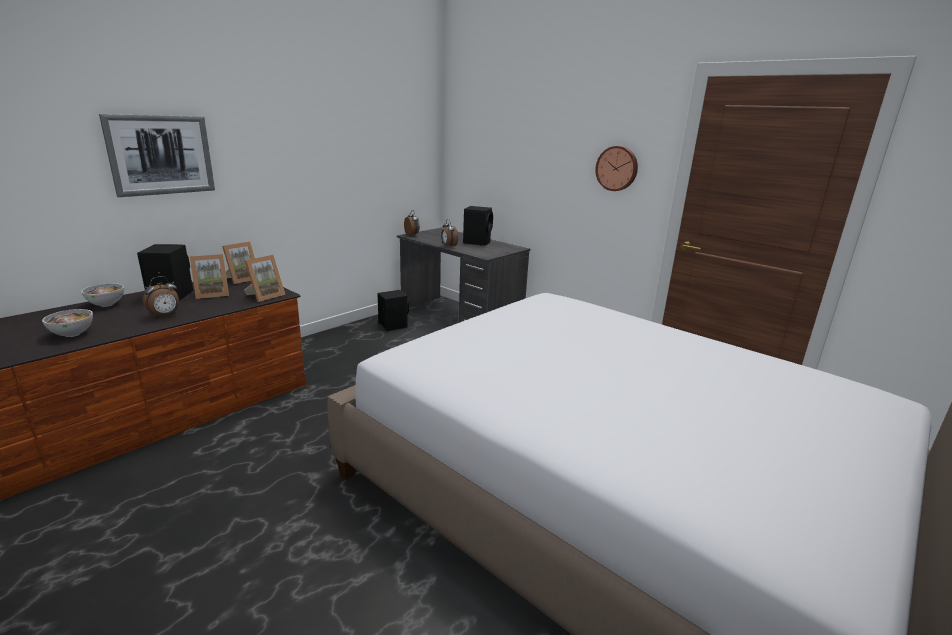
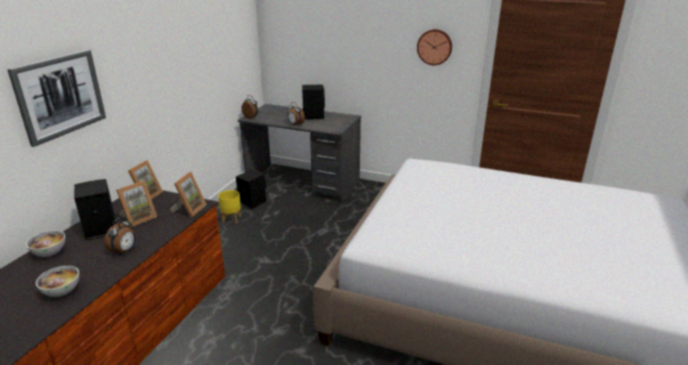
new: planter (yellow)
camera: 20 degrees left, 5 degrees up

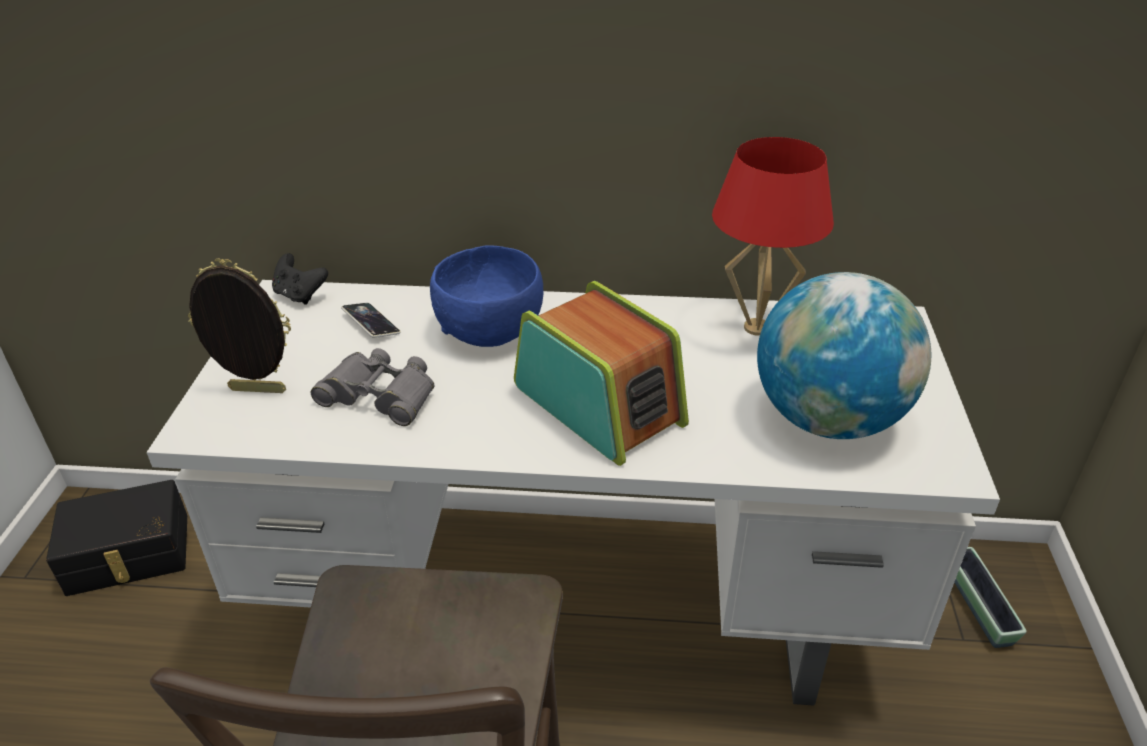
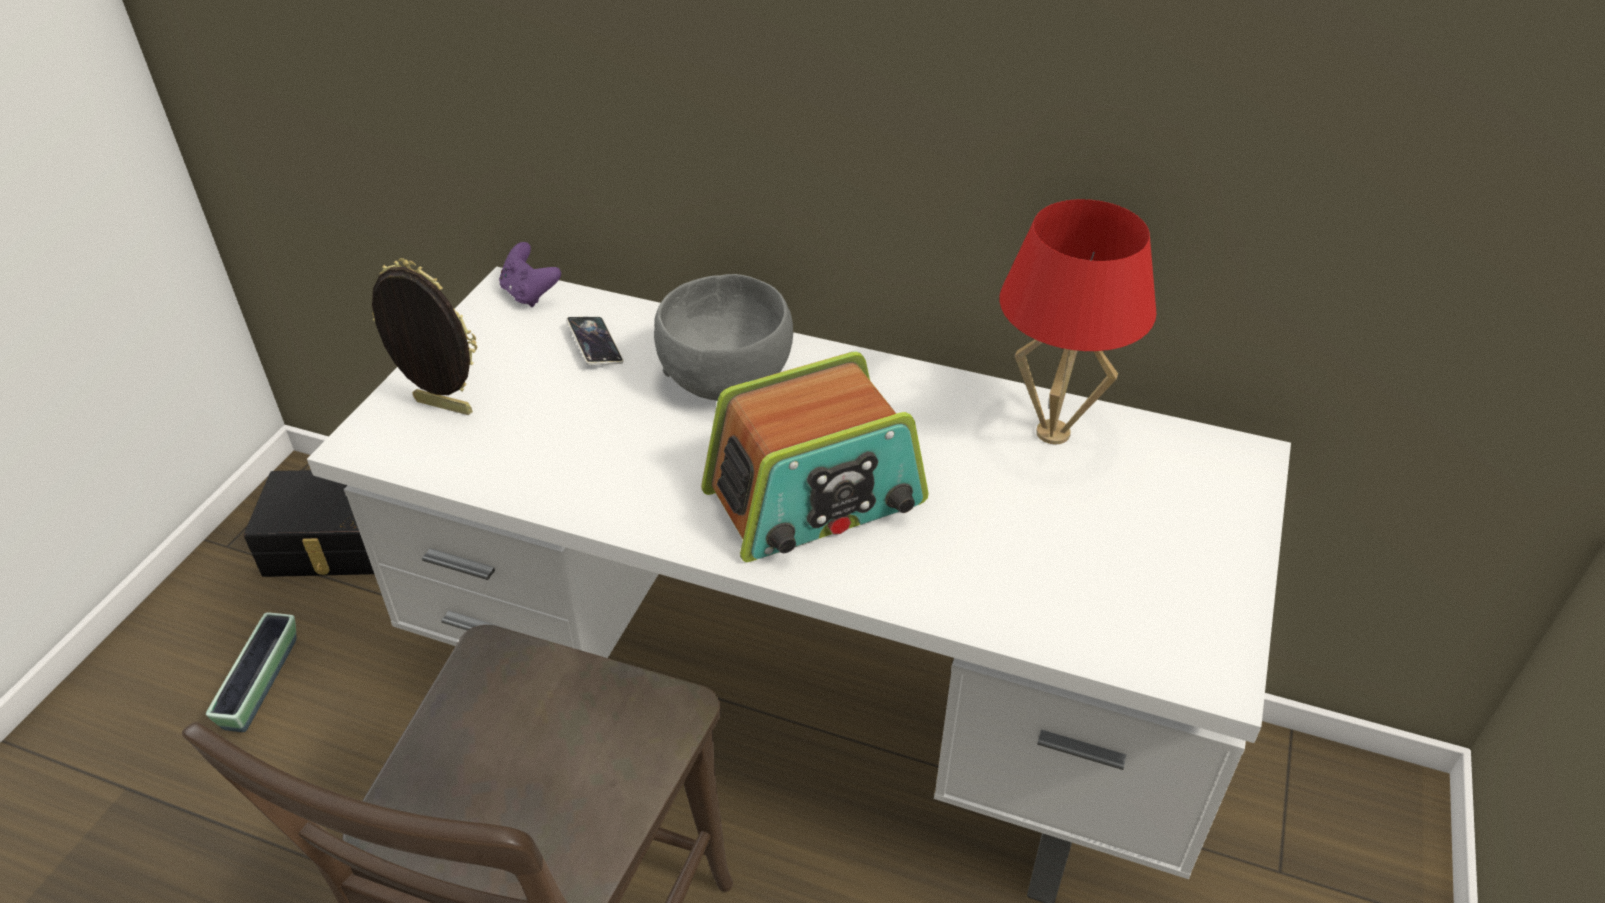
gone: binoculars (grey); globe
shifted: planter
repainted: game controller (black) to game controller (purple); bowl (blue) to bowl (grey)
rotated: radio 90 degrees clockwise
camera: 15 degrees right, 5 degrees up

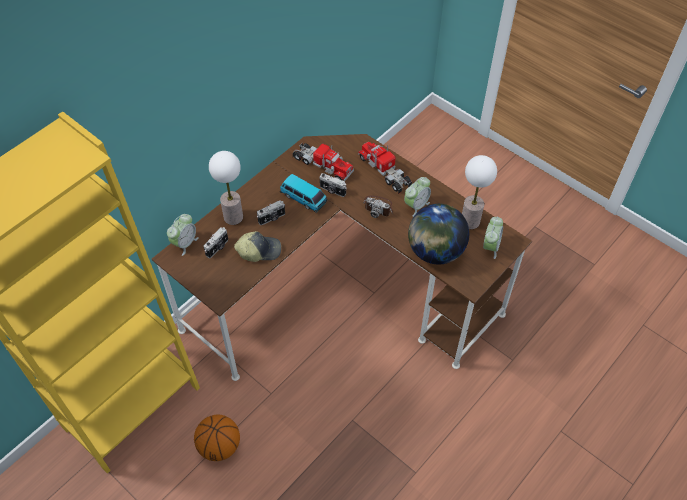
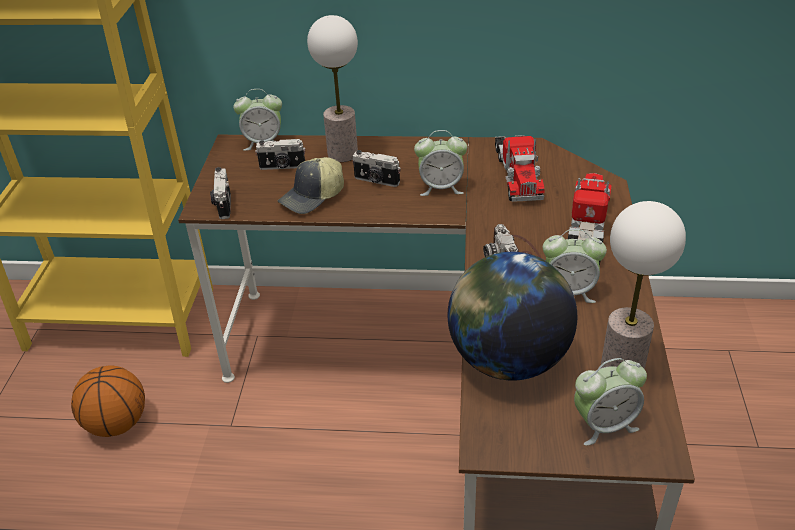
shifted: photo camera (no. 3 from left in the first image) to photo camera (no. 1 from left)
swapped: toy car to alarm clock (no. 2 from left)
rotated: cap 90 degrees clockwise
camera: 55 degrees right, 15 degrees down

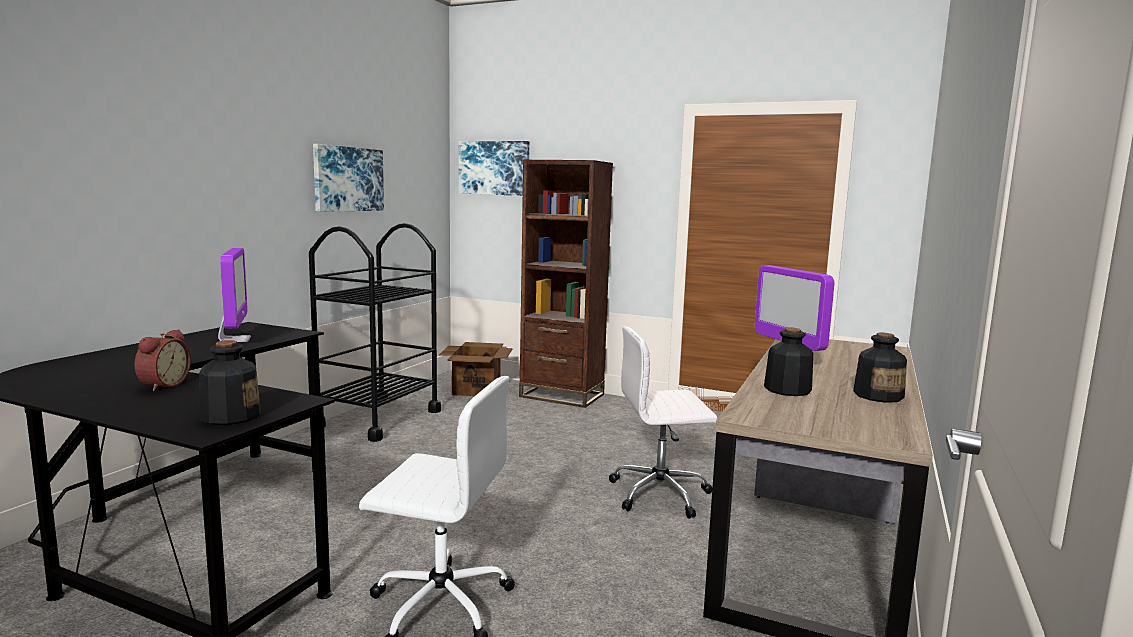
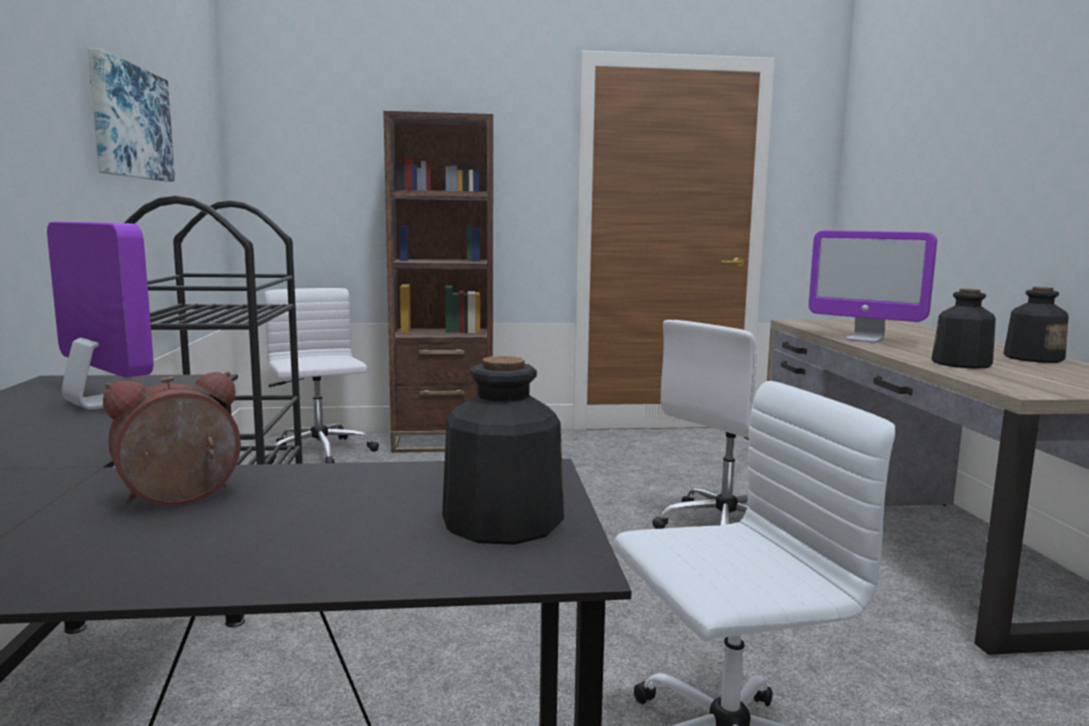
gone: picture (no. 2 from left)
swapped: cardboard box to office chair (white) (no. 1 from left)
rotated: alarm clock 105 degrees counterclockwise
camera: 30 degrees left, 0 degrees up

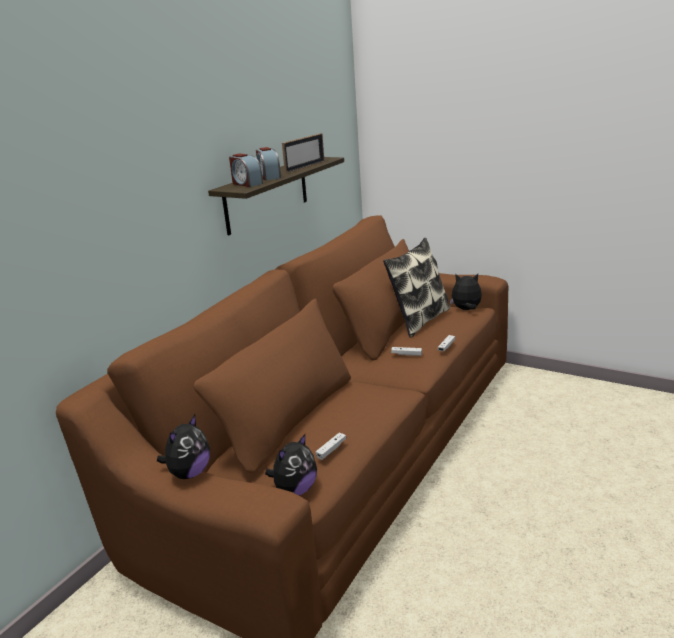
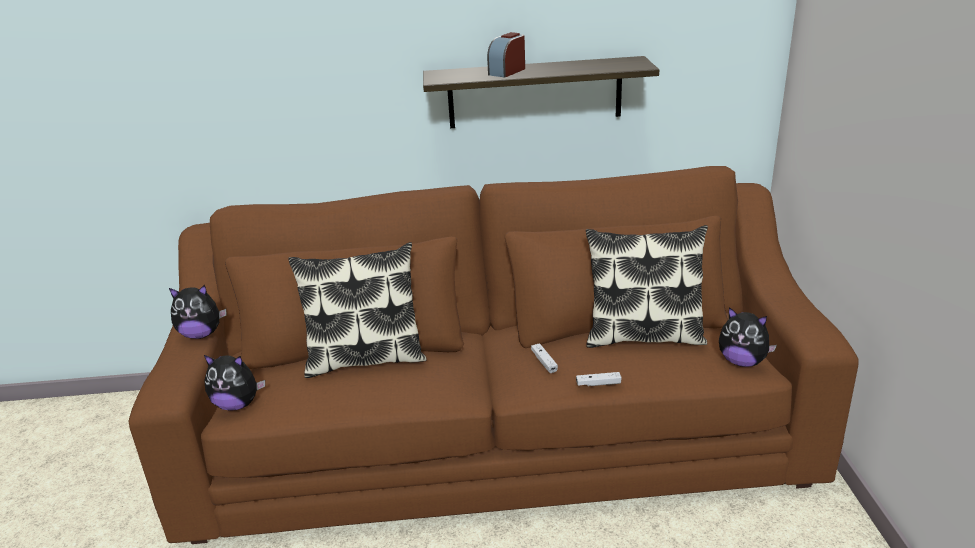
gone: alarm clock (no. 1 from left); picture frame; game controller (white) (no. 1 from left)
new: pillow (no. 1 from left)
rotated: plush toy (no. 3 from left) 150 degrees clockwise
camera: 55 degrees right, 5 degrees up

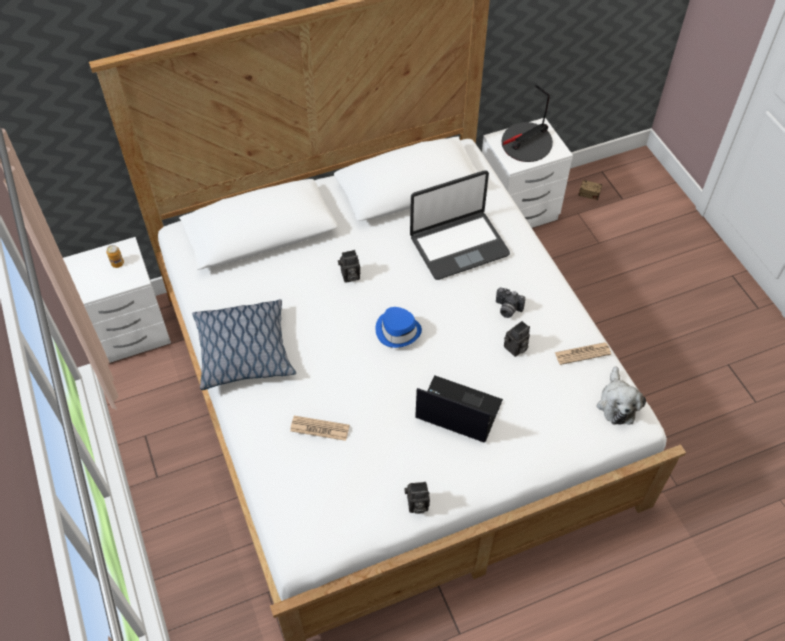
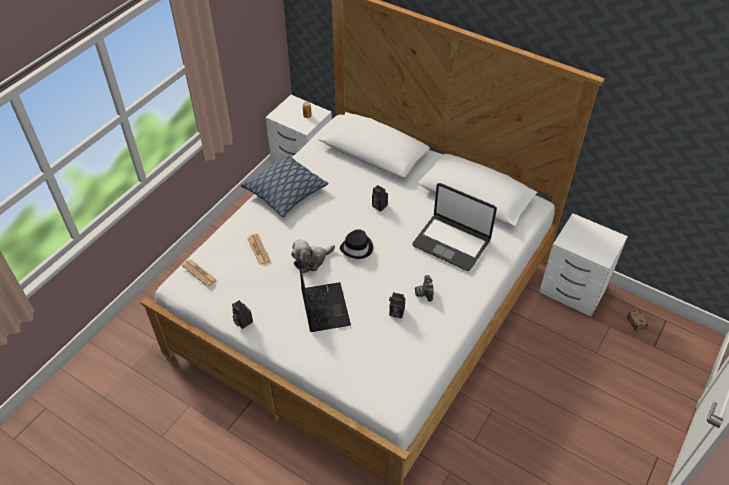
gone: table lamp
shifted: newspaper (no. 2 from left in the first image) to newspaper (no. 1 from left); plush toy
repainted: hat (blue) to hat (black)
camera: 55 degrees right, 5 degrees down

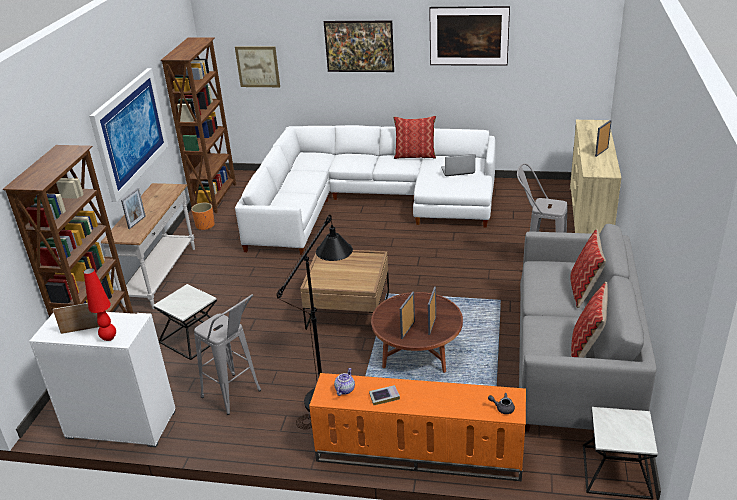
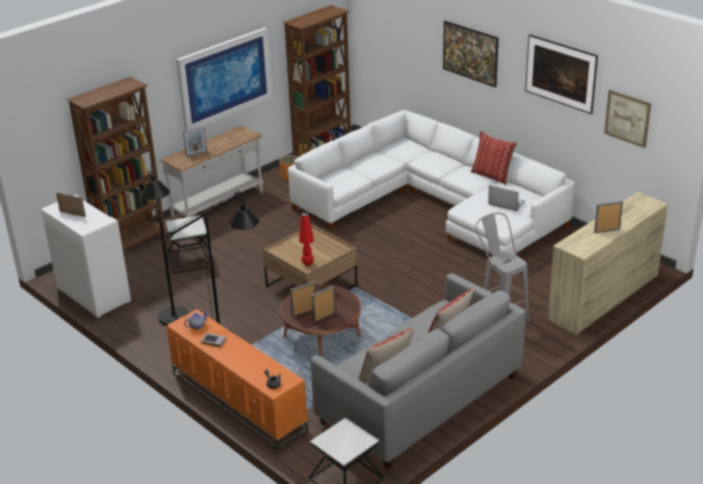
shifted: table lamp (red); picture (no. 2 from left in the first image) to picture (no. 4 from left)
swapped: stool (grey) (no. 1 from left) to floor lamp (black) (no. 1 from left)
camera: 35 degrees right, 0 degrees up

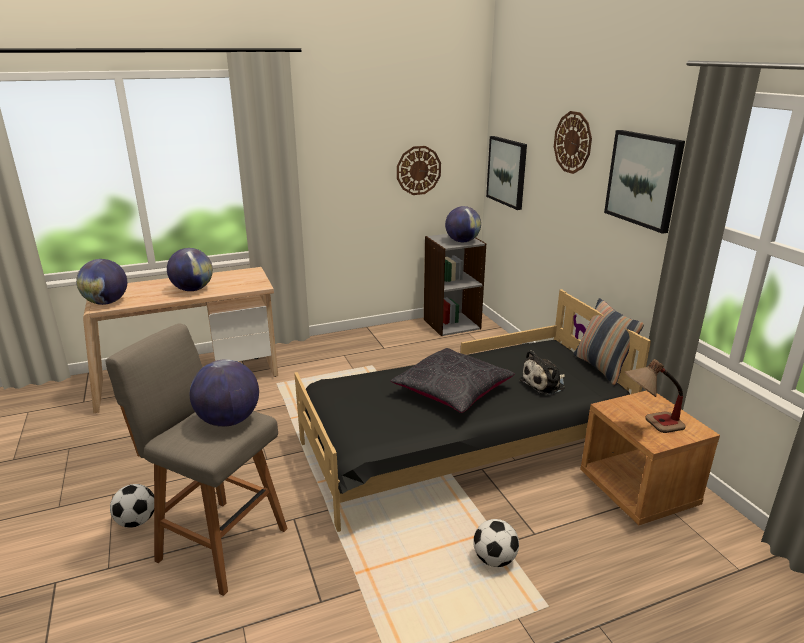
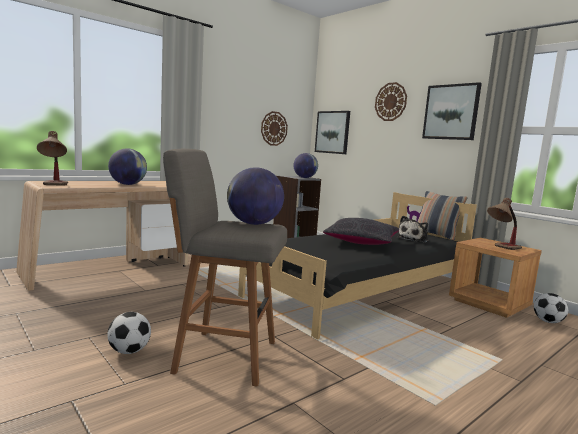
shifted: football (no. 2 from left)
swapped: globe (no. 1 from left) to table lamp (no. 1 from left)
camera: 20 degrees left, 15 degrees down

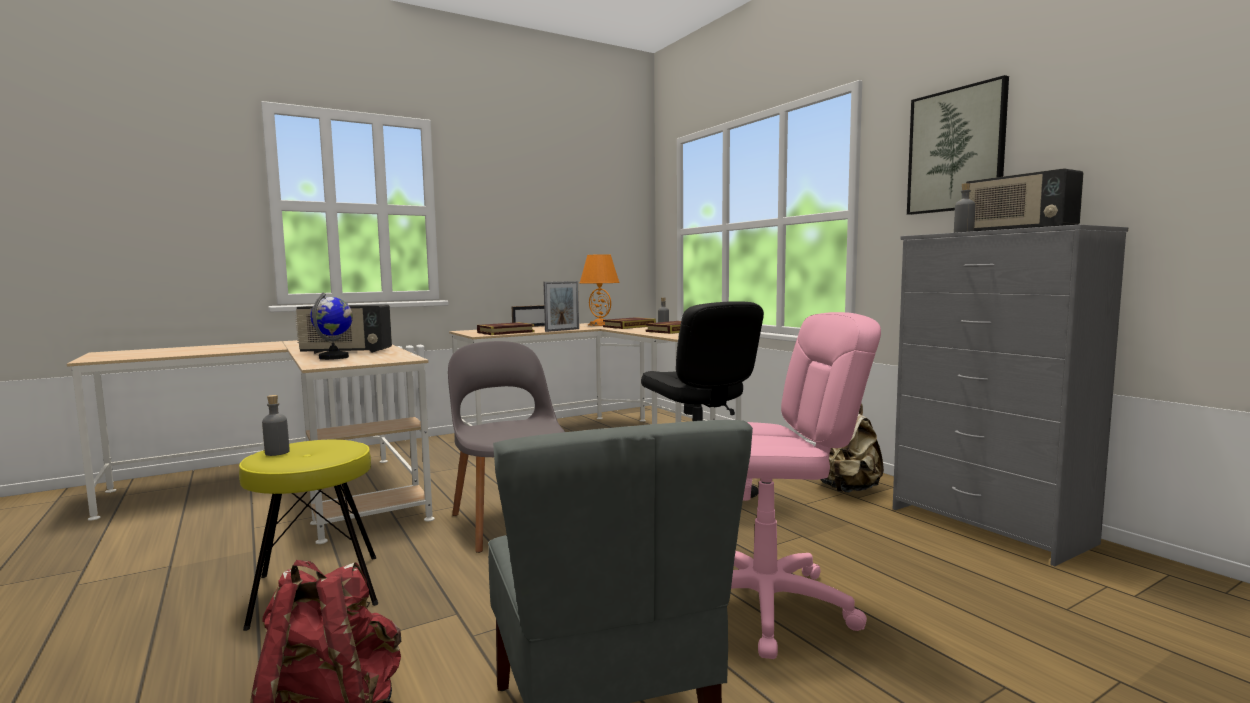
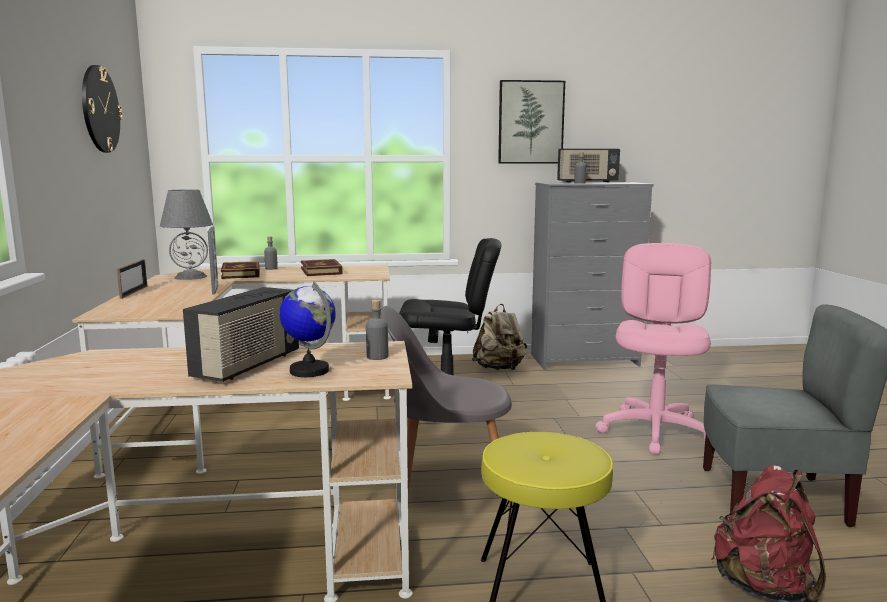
gone: book (no. 1 from left)
new: wall clock
shifted: bottle (grey) (no. 1 from left in the first image) to bottle (grey) (no. 2 from left)
repainted: table lamp (orange) to table lamp (grey)
camera: 65 degrees left, 5 degrees up

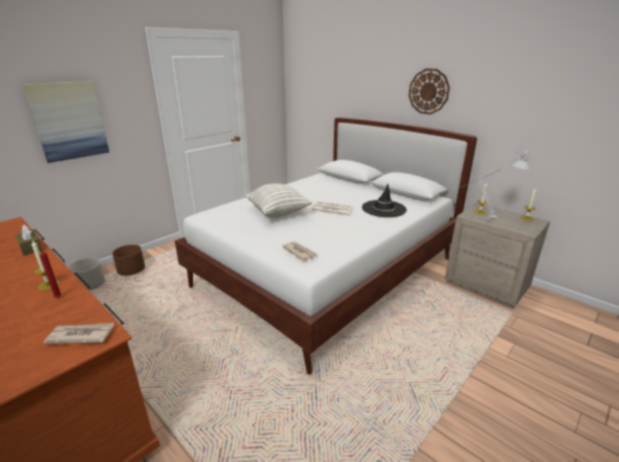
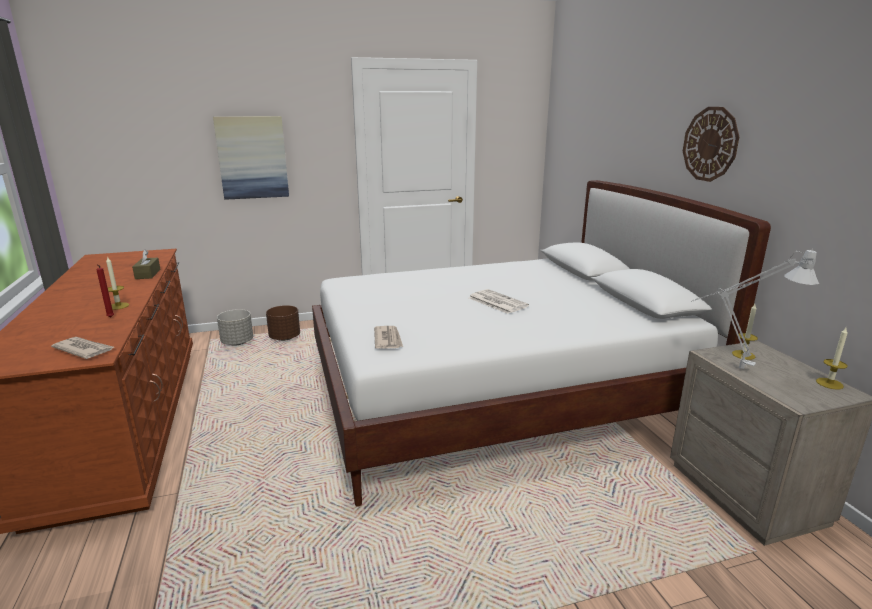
gone: pillow; hat (black)
camera: 30 degrees right, 5 degrees down

